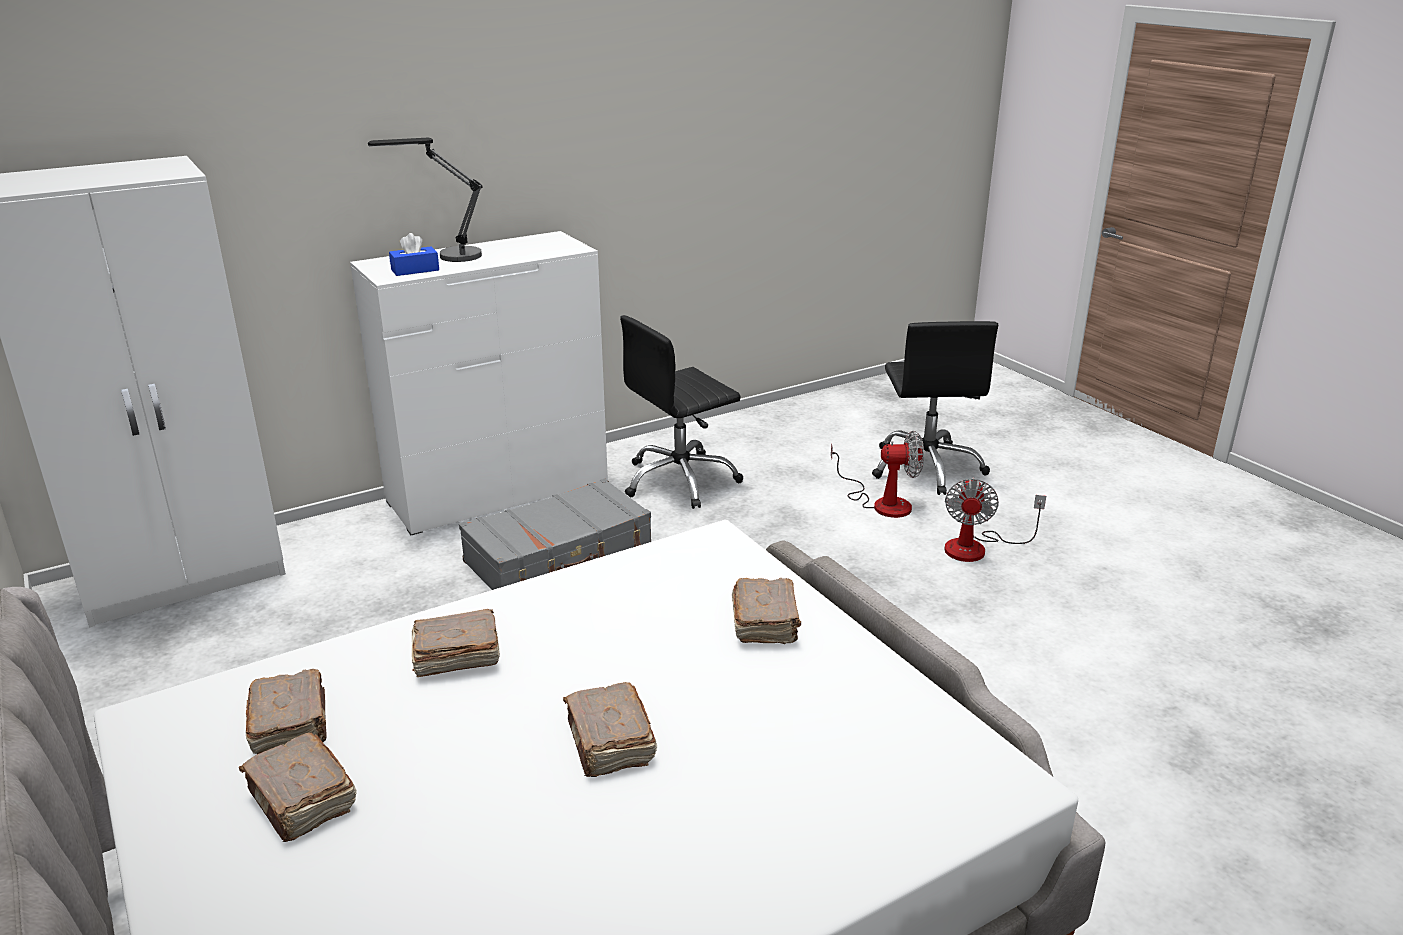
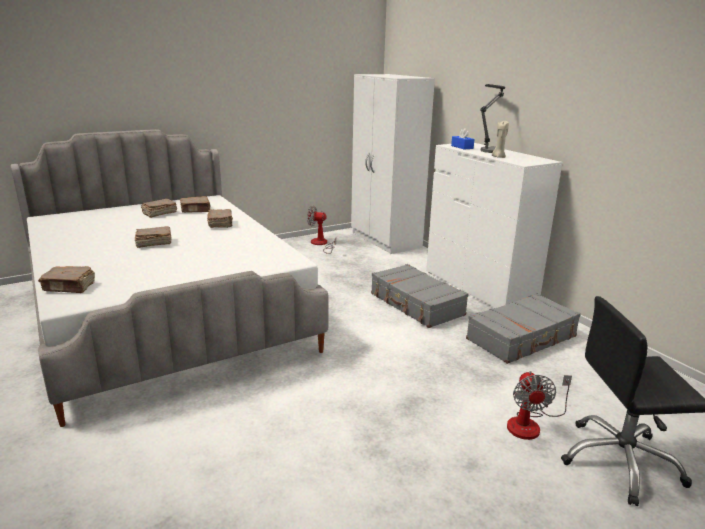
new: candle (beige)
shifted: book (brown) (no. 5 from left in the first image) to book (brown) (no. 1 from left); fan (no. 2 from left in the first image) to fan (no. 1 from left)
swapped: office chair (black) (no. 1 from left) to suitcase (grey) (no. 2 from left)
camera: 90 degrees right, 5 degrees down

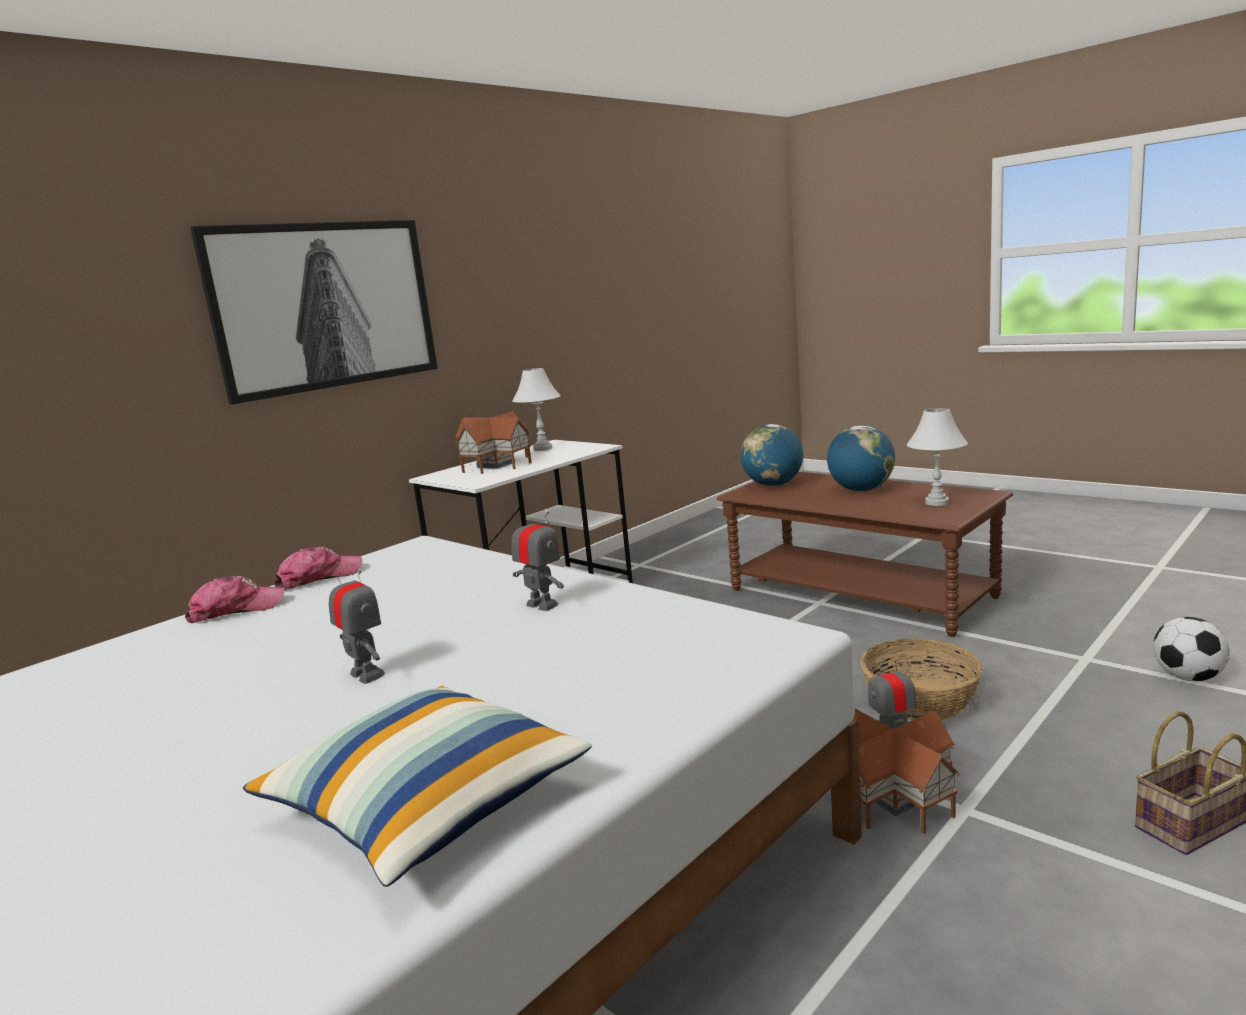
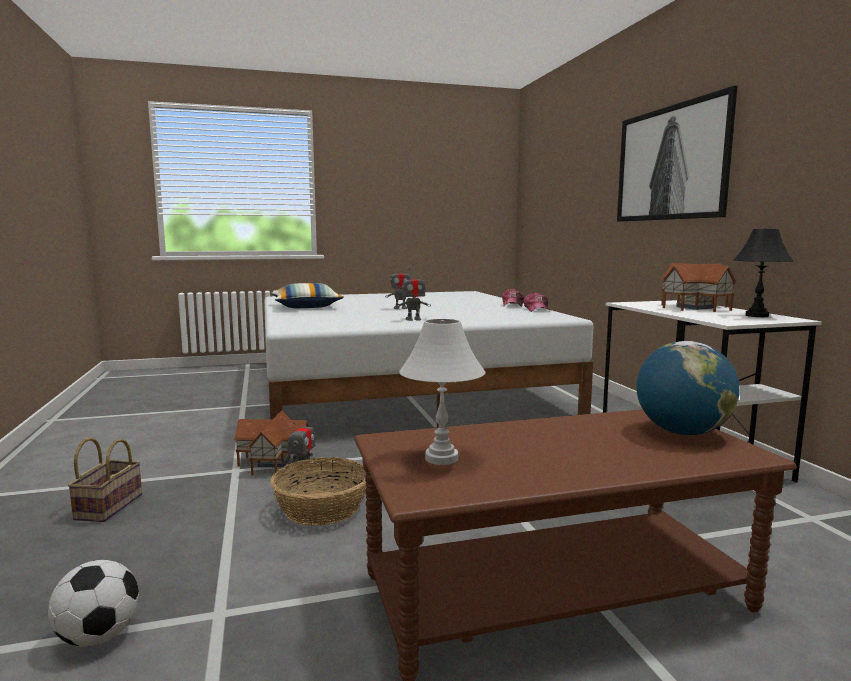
gone: globe (no. 2 from left)
repainted: table lamp (white) (no. 1 from left) to table lamp (black)
camera: 120 degrees right, 5 degrees down

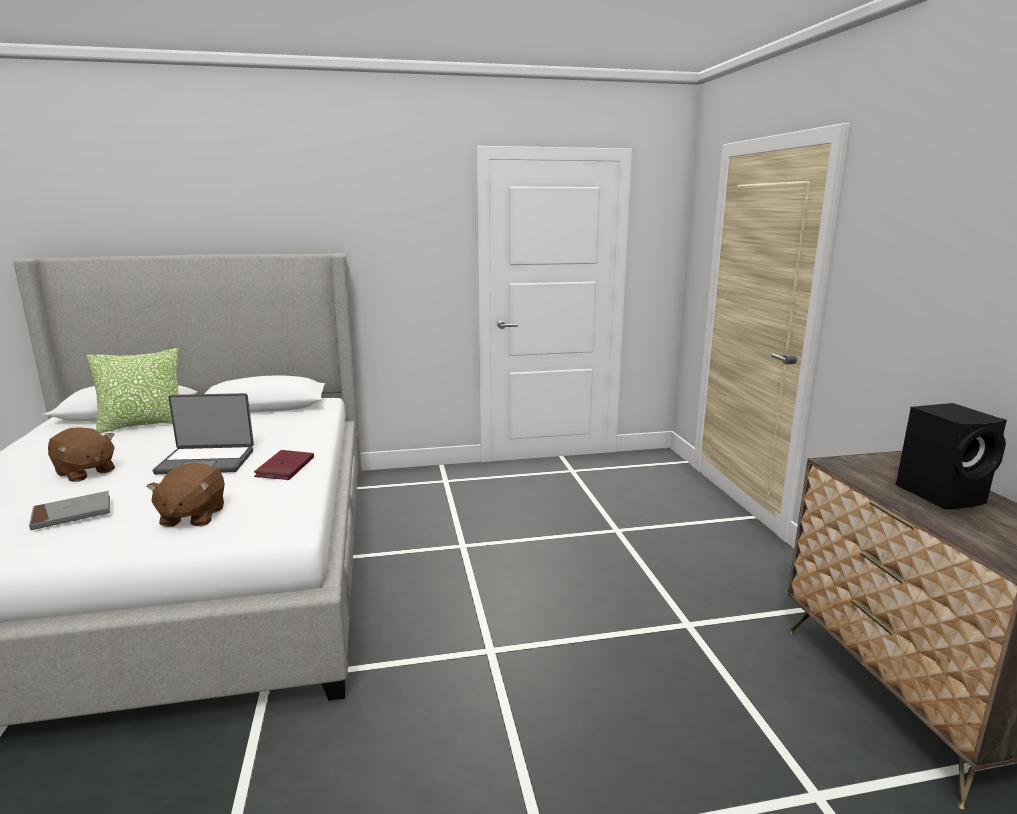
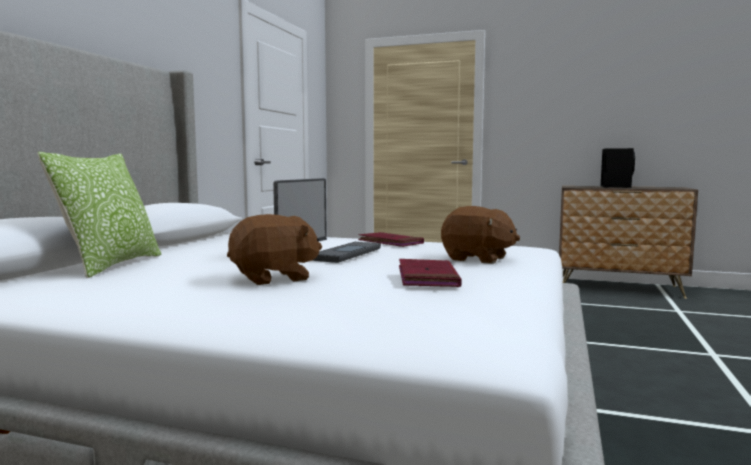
repainted: book (grey) to book (red) (no. 2 from left)
camera: 60 degrees left, 10 degrees down

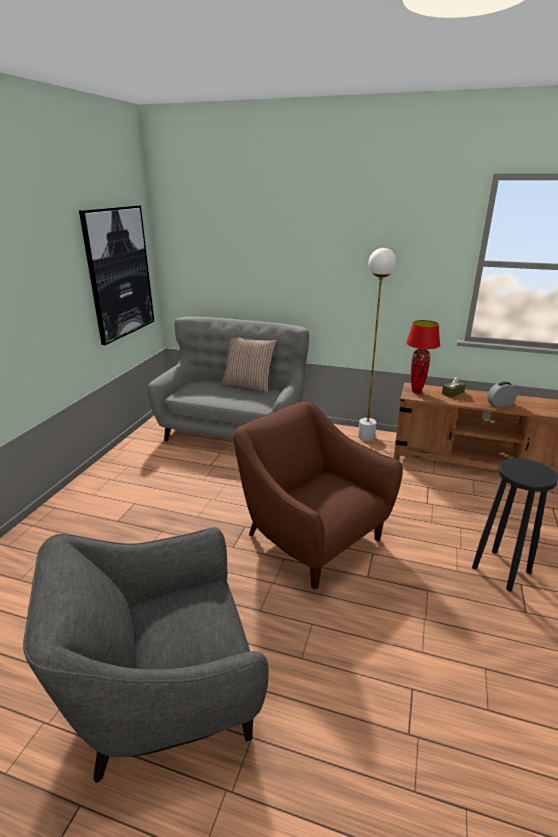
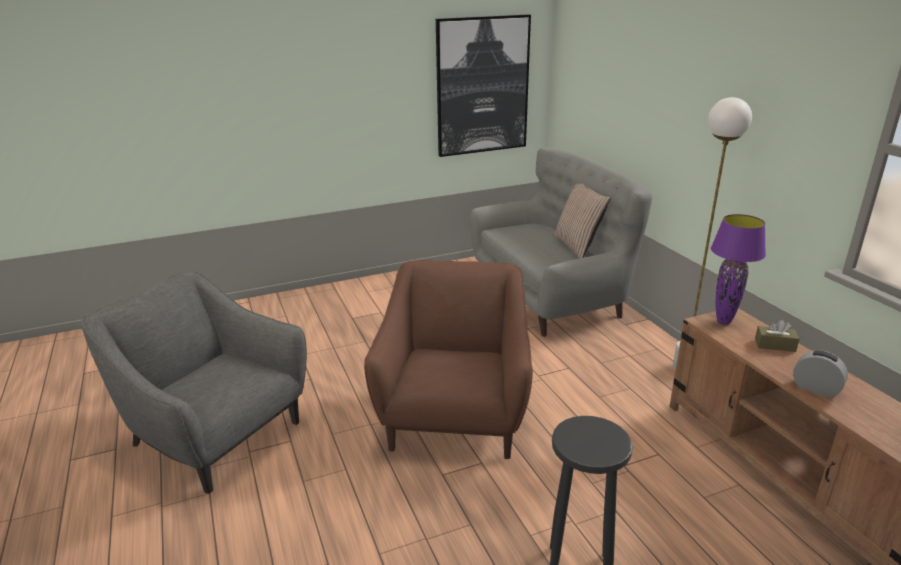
repainted: table lamp (red) to table lamp (purple)
camera: 50 degrees right, 0 degrees up

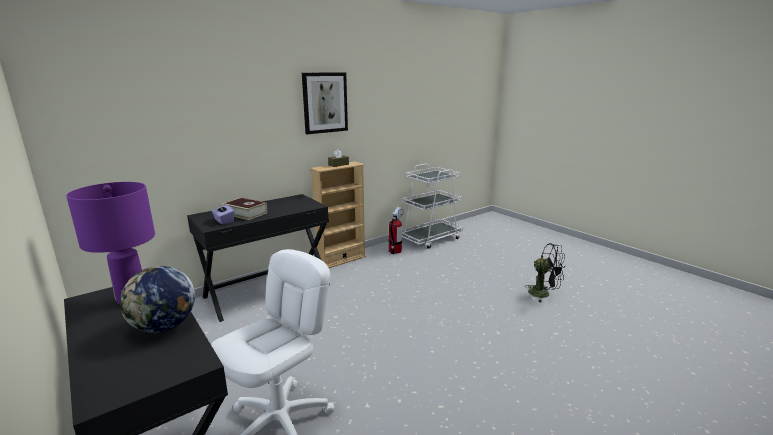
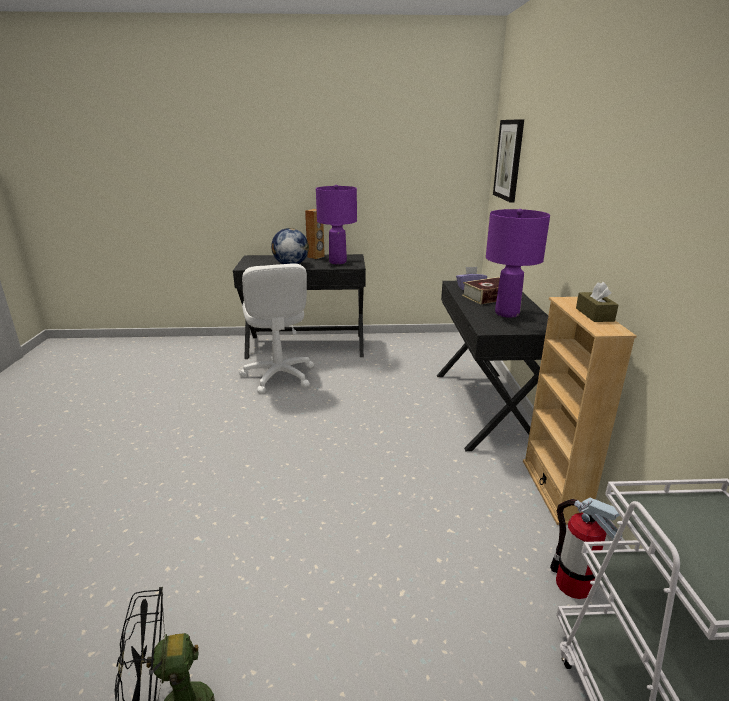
new: speaker (brown); table lamp (purple) (no. 2 from left)
shifted: picture
camera: 125 degrees right, 5 degrees up

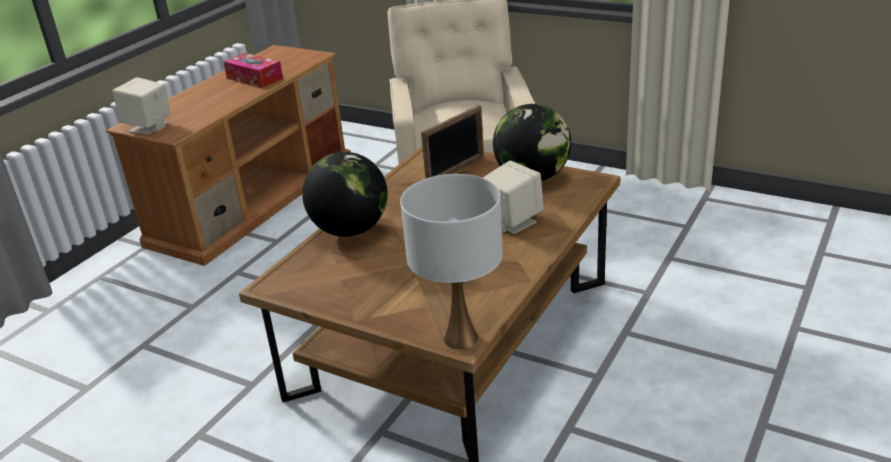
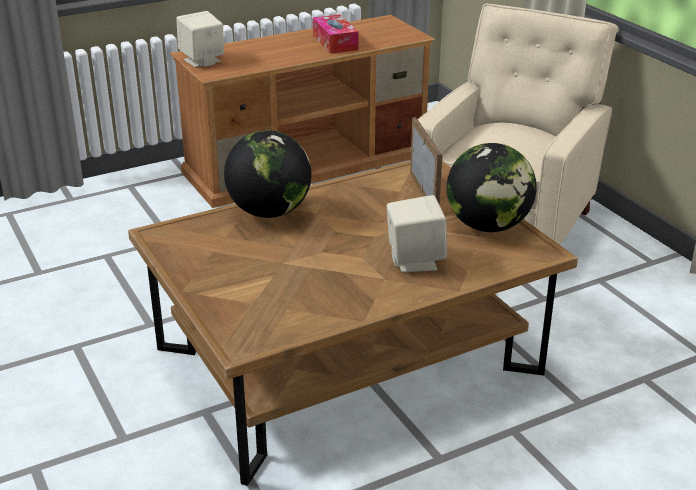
gone: table lamp (white)
rotated: picture frame 90 degrees counterclockwise
camera: 30 degrees right, 0 degrees up

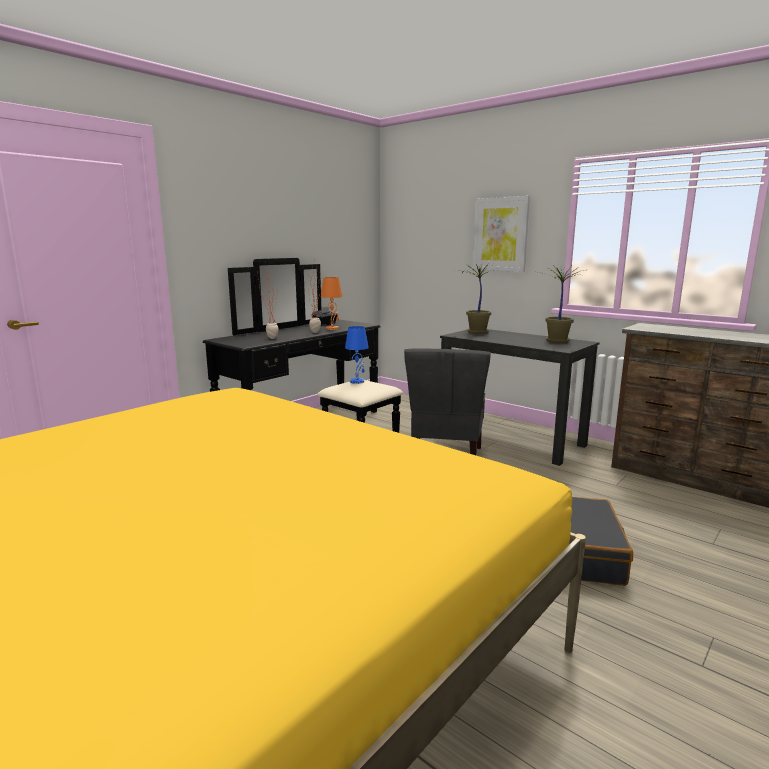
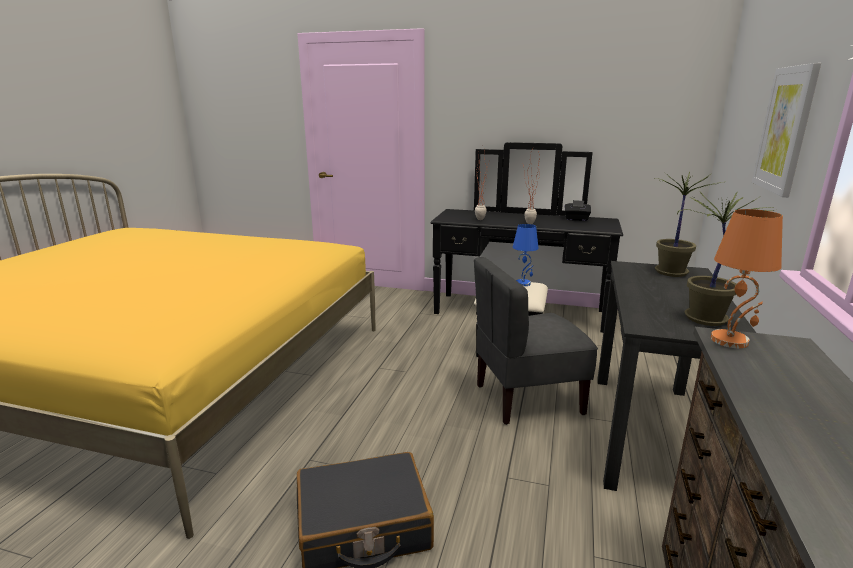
shifted: table lamp (orange)
camera: 65 degrees right, 5 degrees up

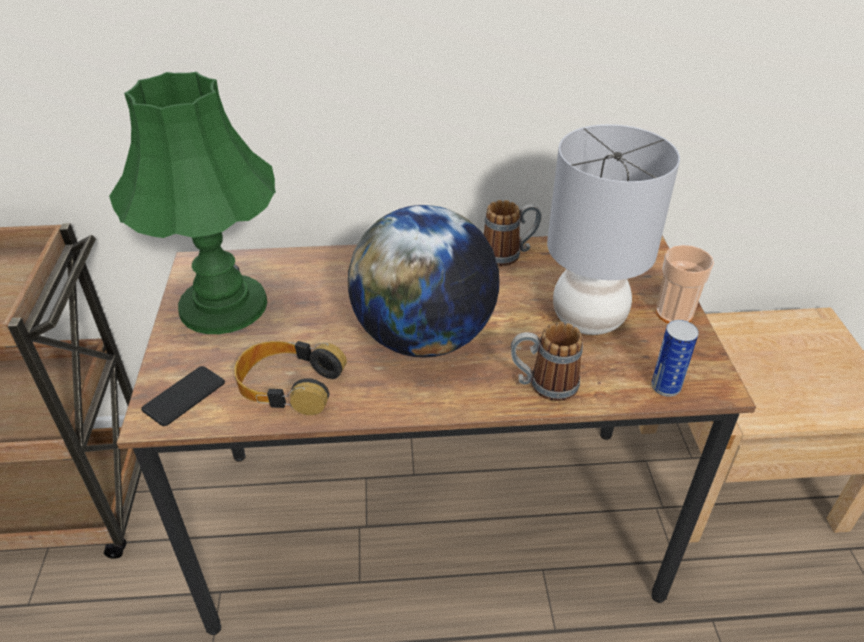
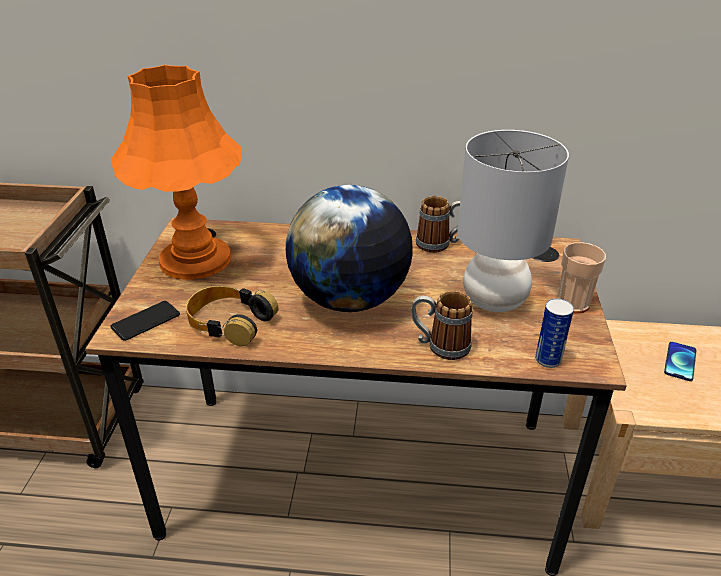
new: phone (no. 2 from left)
repainted: table lamp (green) to table lamp (orange)
camera: 10 degrees right, 5 degrees down

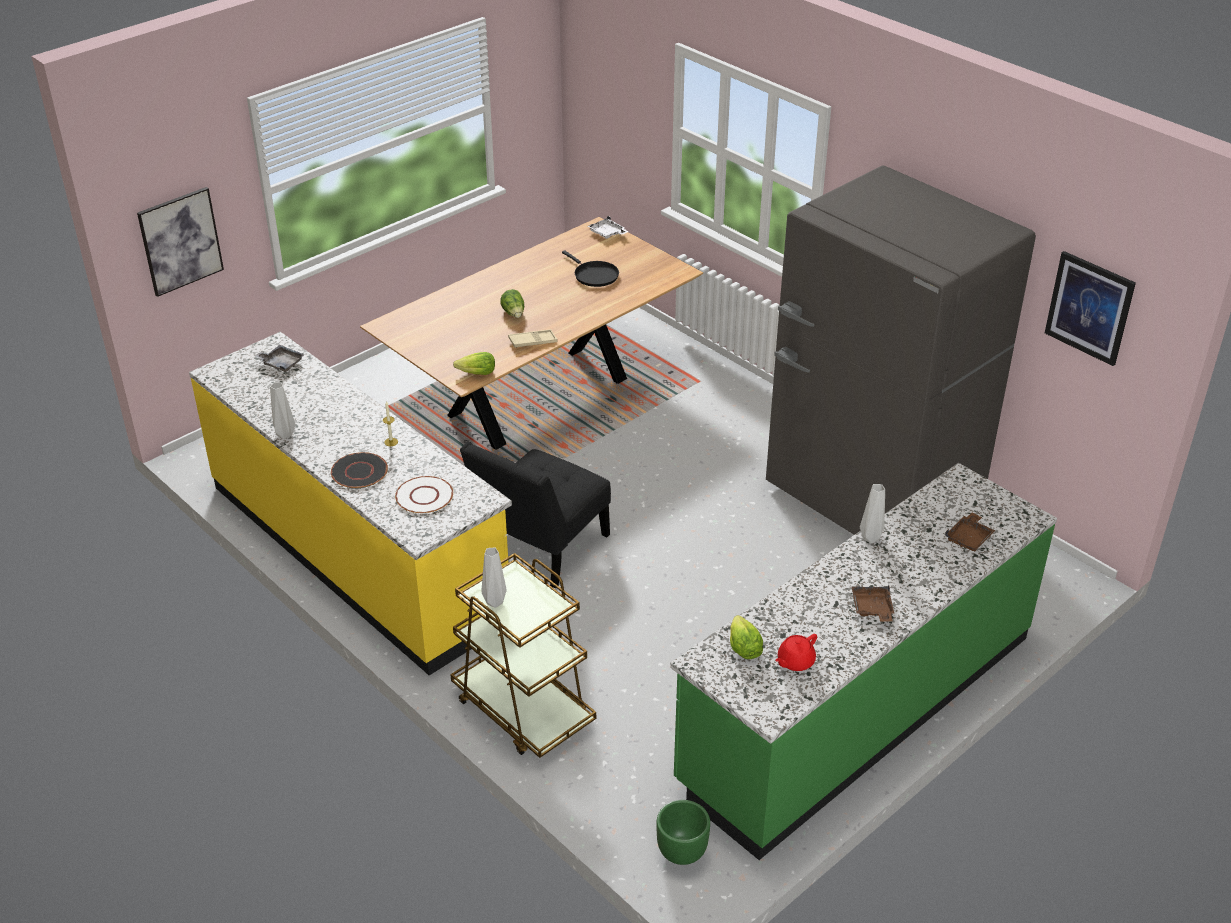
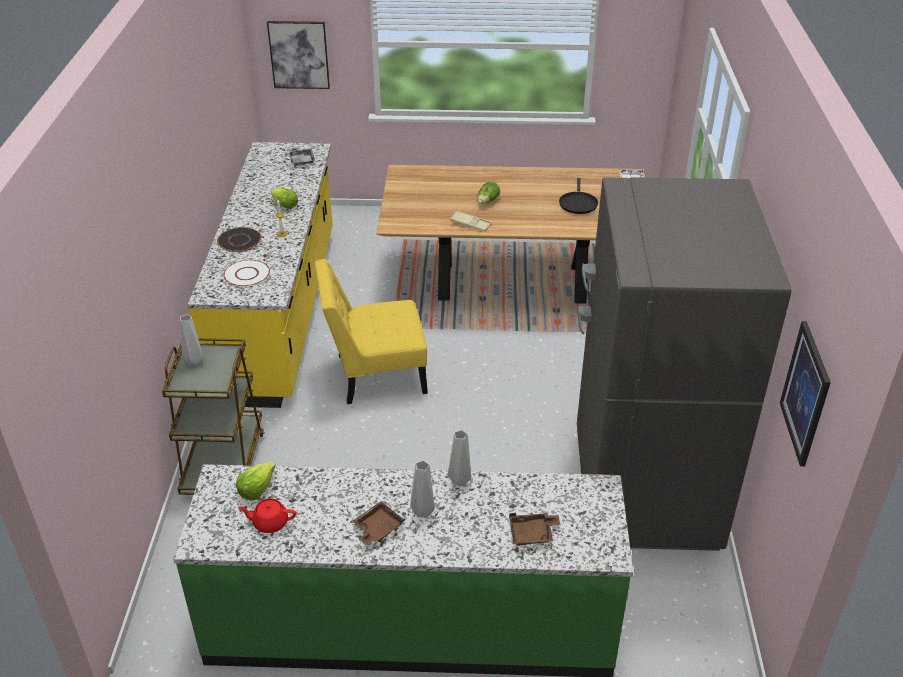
gone: planter (green)
shifted: vase (grey) (no. 1 from left in the first image) to vase (grey) (no. 2 from left); lettuce (no. 1 from left in the first image) to lettuce (no. 2 from left)
repainted: chair (black) to chair (yellow)
camera: 45 degrees right, 0 degrees up

